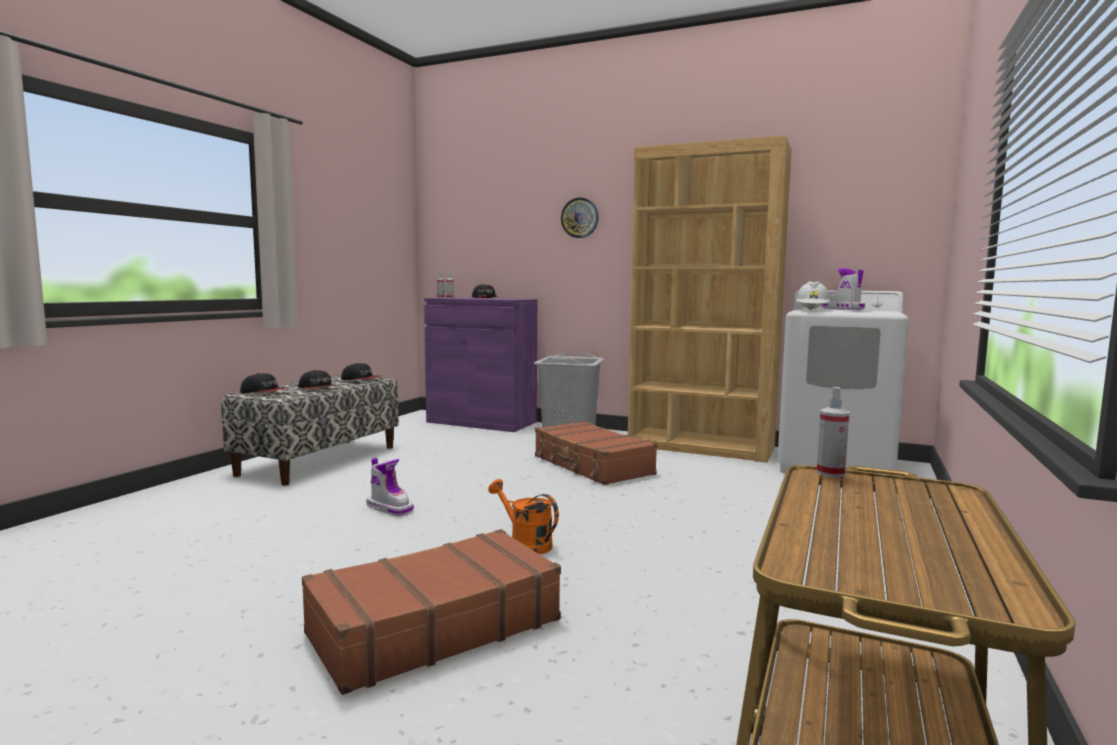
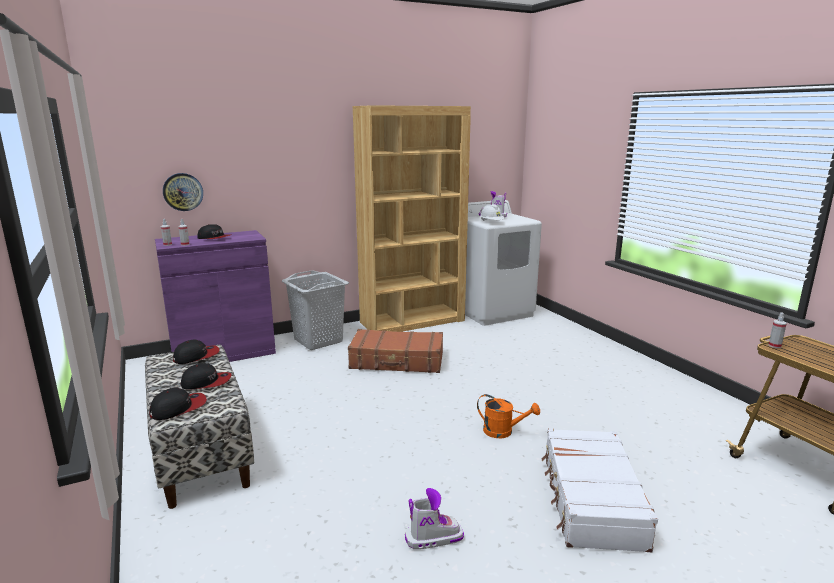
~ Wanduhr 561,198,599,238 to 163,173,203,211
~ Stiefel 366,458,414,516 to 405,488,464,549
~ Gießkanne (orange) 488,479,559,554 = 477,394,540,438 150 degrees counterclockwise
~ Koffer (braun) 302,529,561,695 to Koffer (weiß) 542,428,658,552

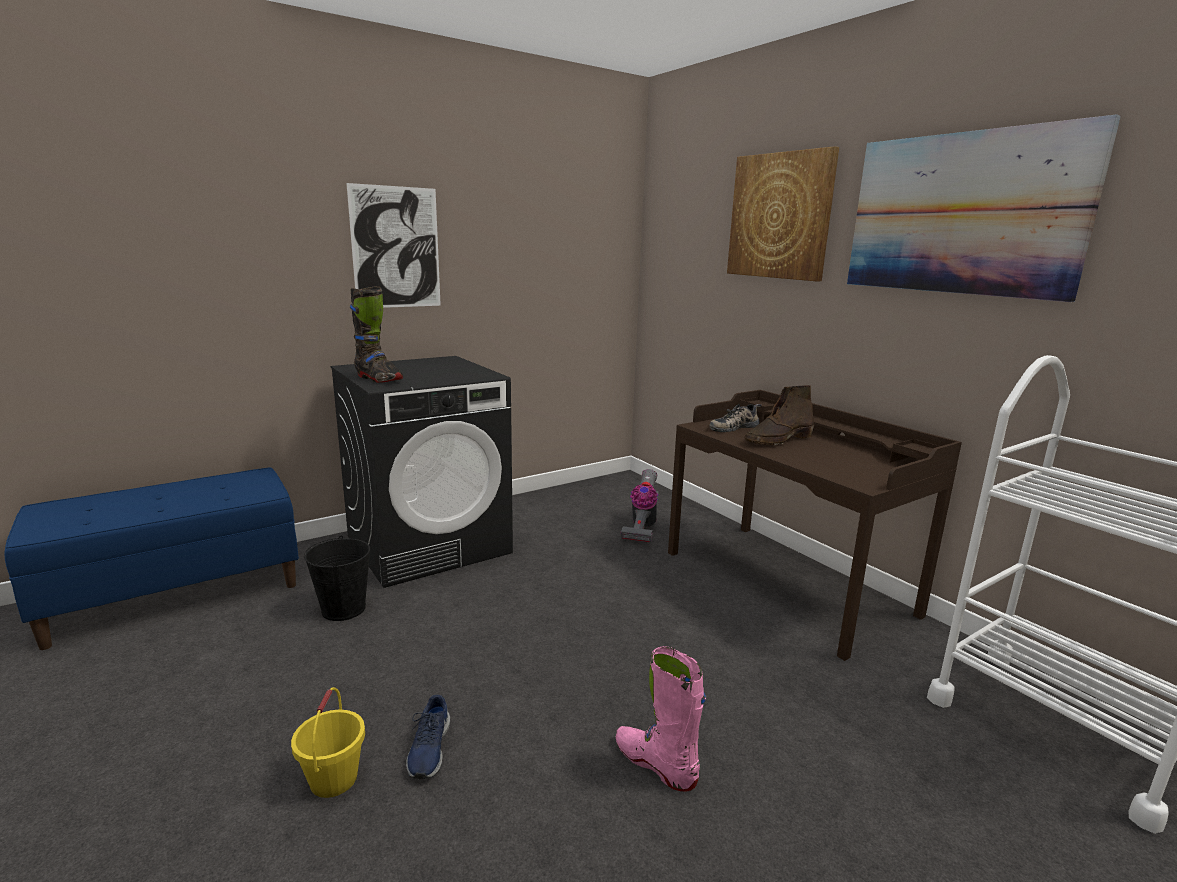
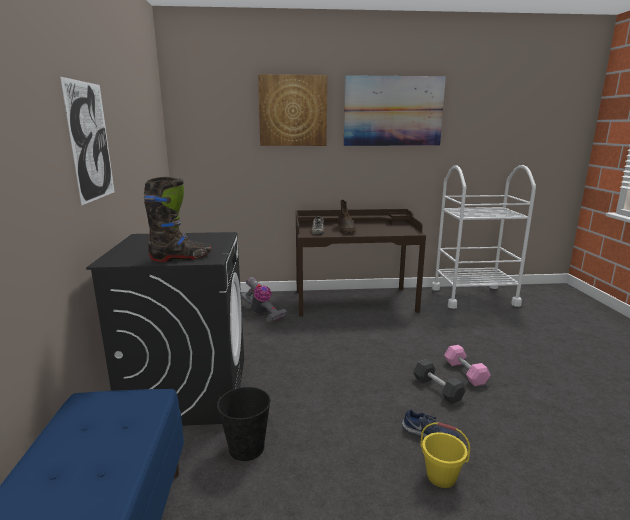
+ Hantel (grau) 413,359,466,404
~ Stiefel (rosa) 616,646,706,792 to Hantel (rosa) 444,345,491,386

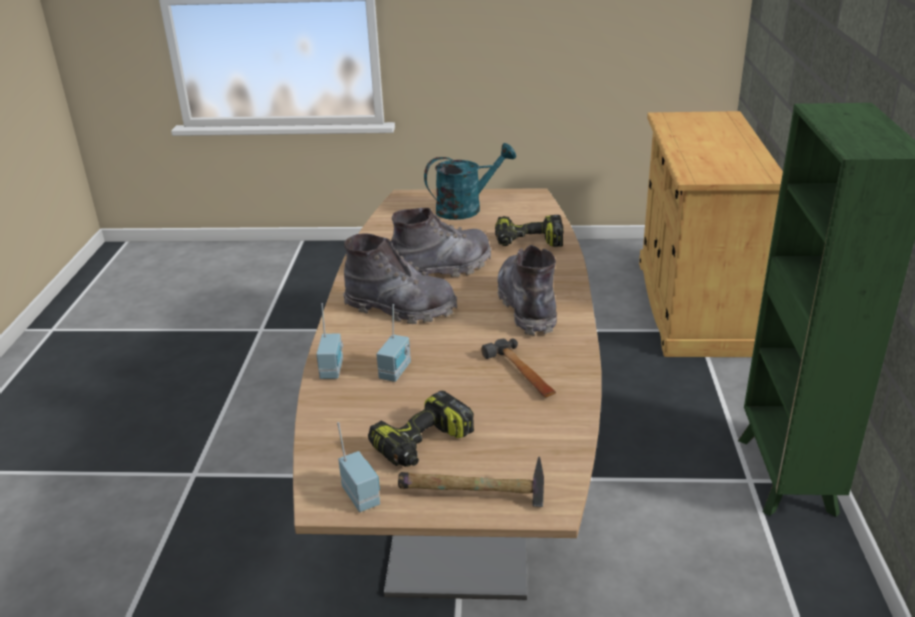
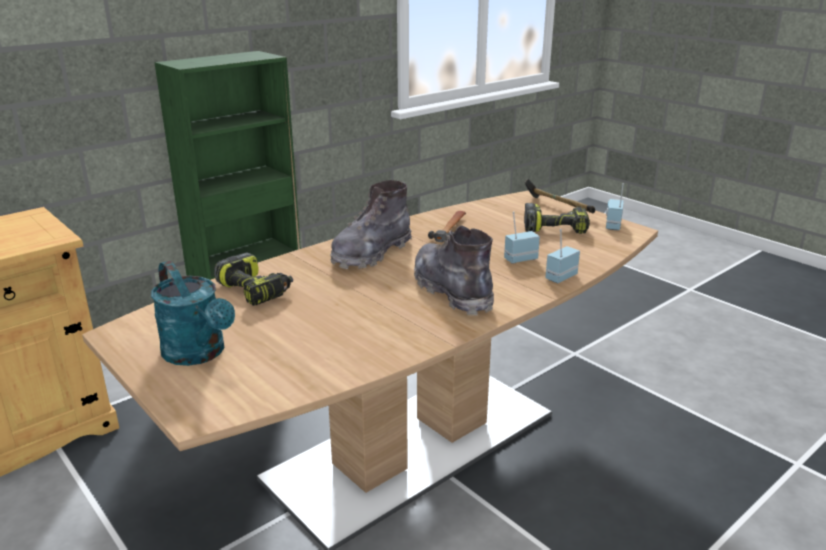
~ Gießkanne (türkis) 424,143,516,220 = 151,261,235,366 150 degrees counterclockwise
- Stiefel (grau) 391,208,491,277

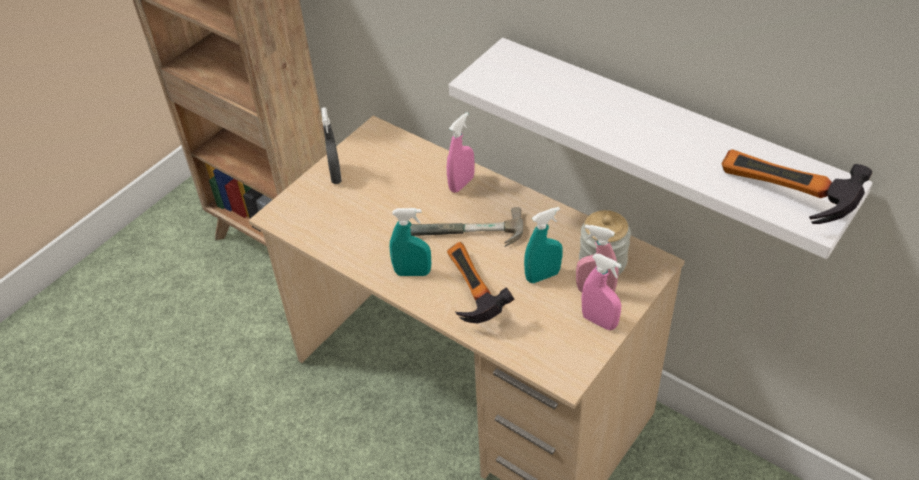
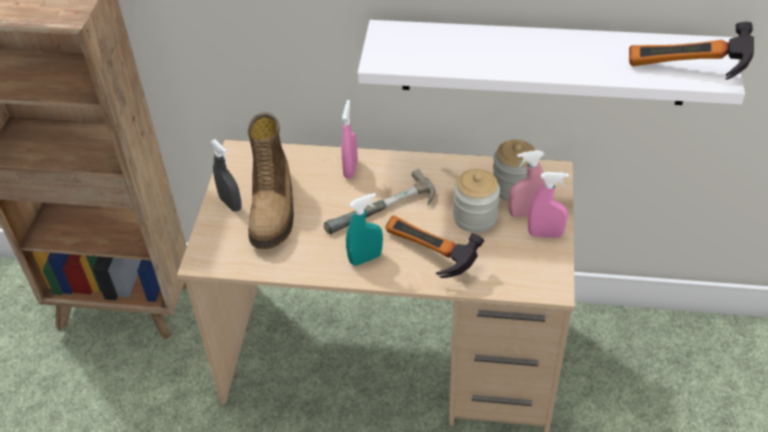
+ Stiefel 248,112,294,249
~ Sprühflasche (türkis) 524,207,563,283 to Vorratsglas 453,169,500,233

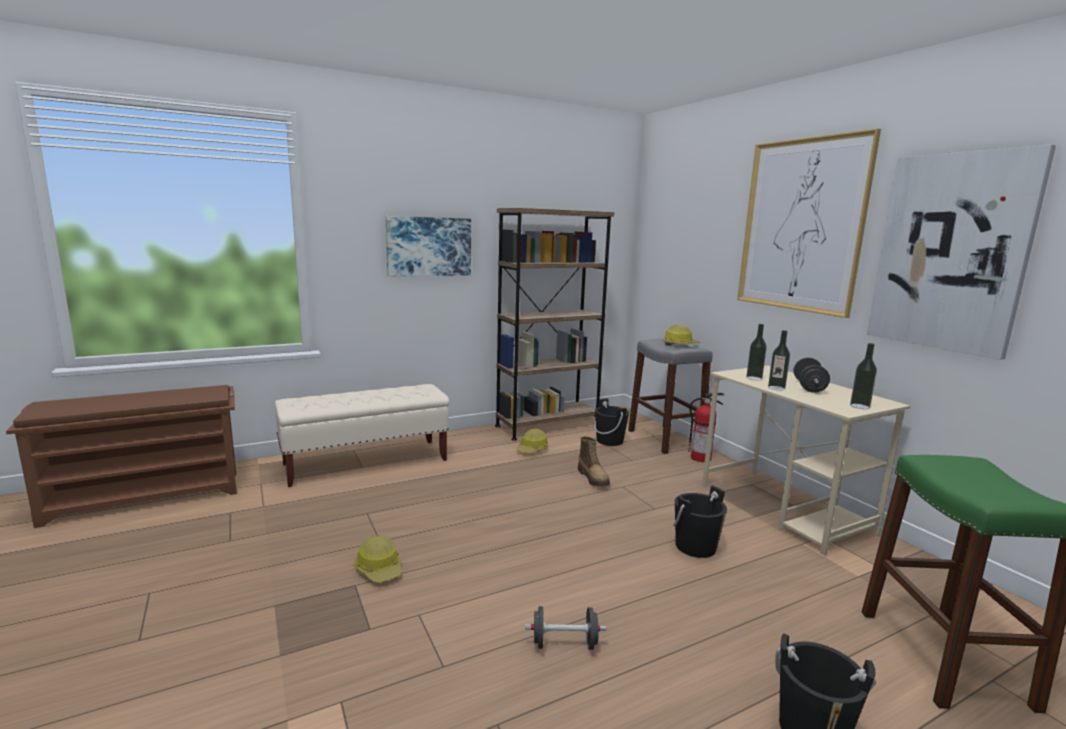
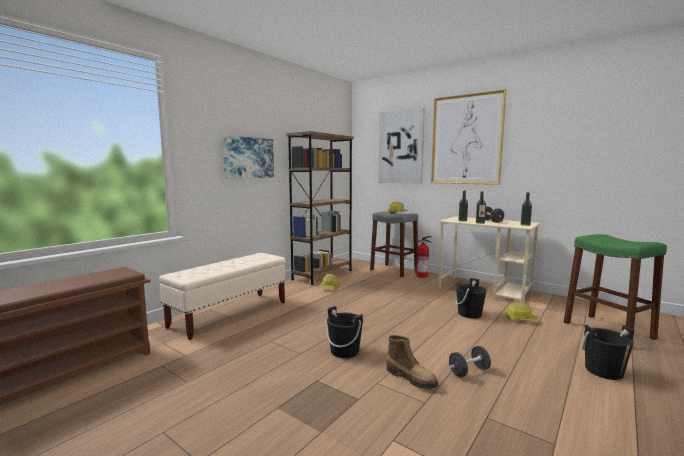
~ Eimer (schwarz) 594,398,629,446 to 327,306,363,358
~ Bild 867,144,1056,360 to 378,108,425,184
~ Stiefel 578,436,610,487 to 386,335,438,389
~ Schutzhelm 354,535,402,583 to 505,302,540,322

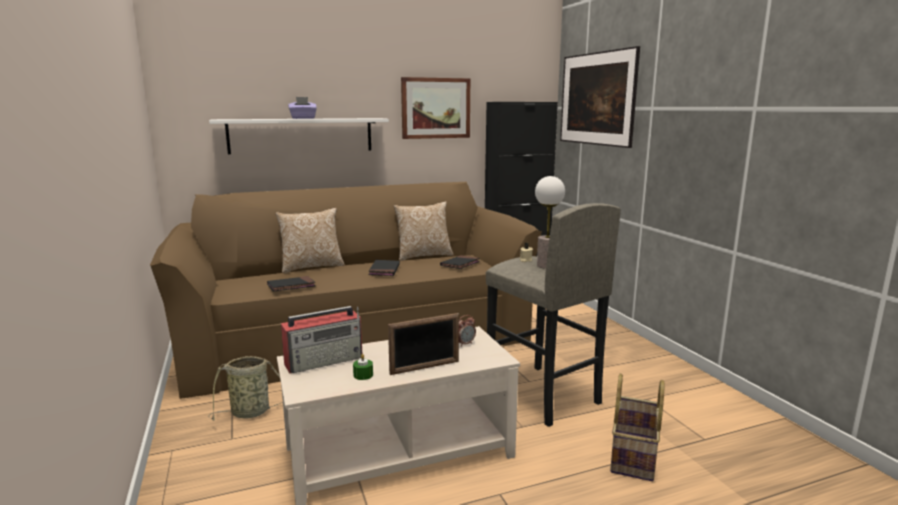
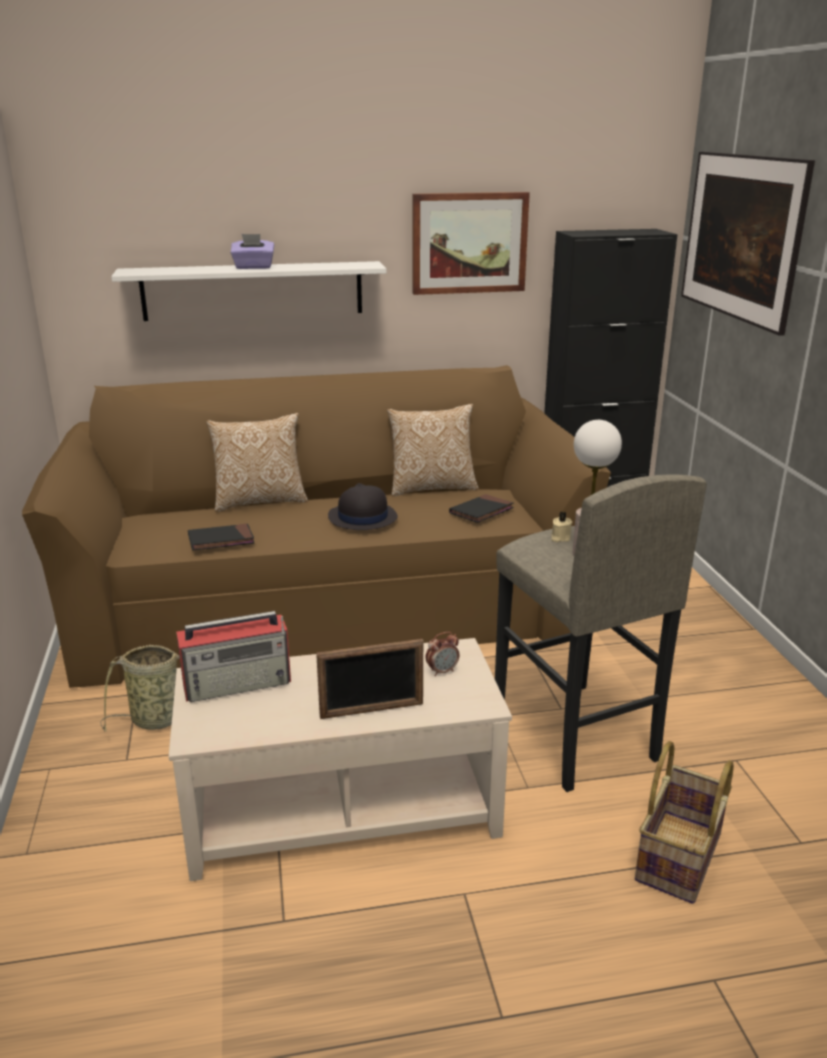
~ Buch (schwarz) 368,260,400,276 to Hut (schwarz) 328,483,398,530
- Kerze (grün) 353,354,373,380

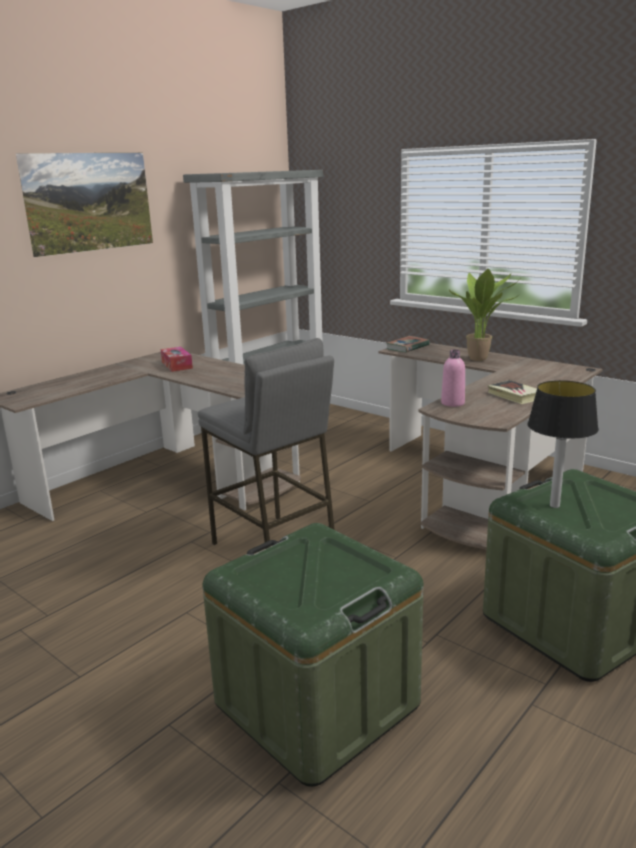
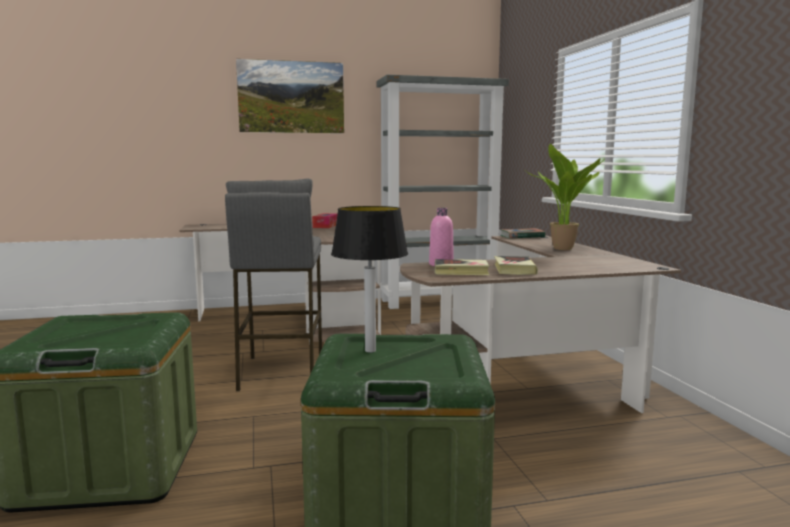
+ Buch 435,259,489,275

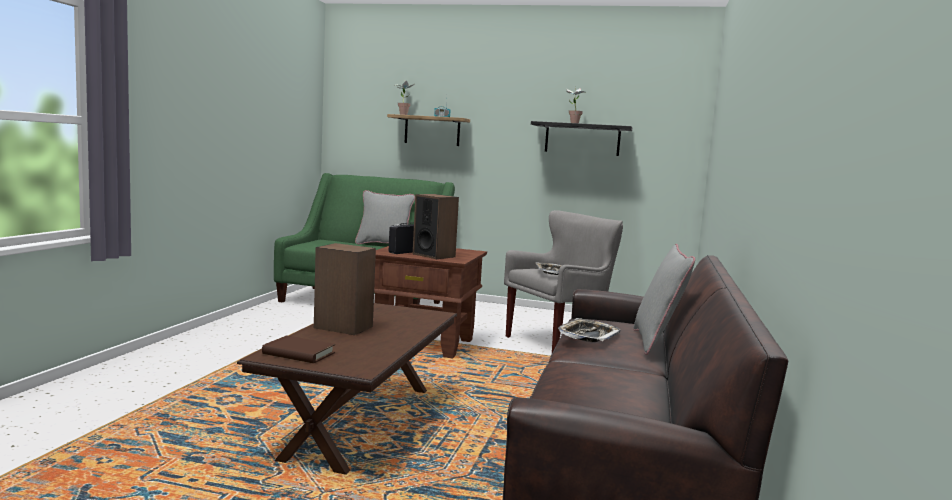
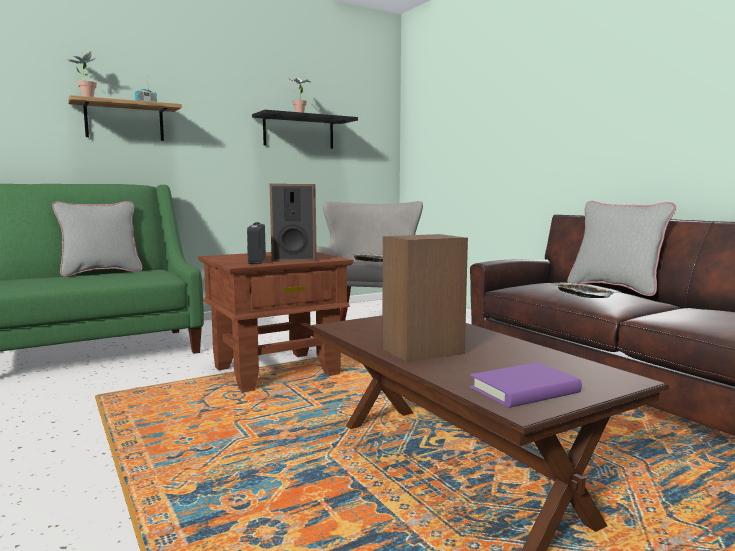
~ Buch (braun) 262,335,335,363 to Buch (lila) 470,362,582,408

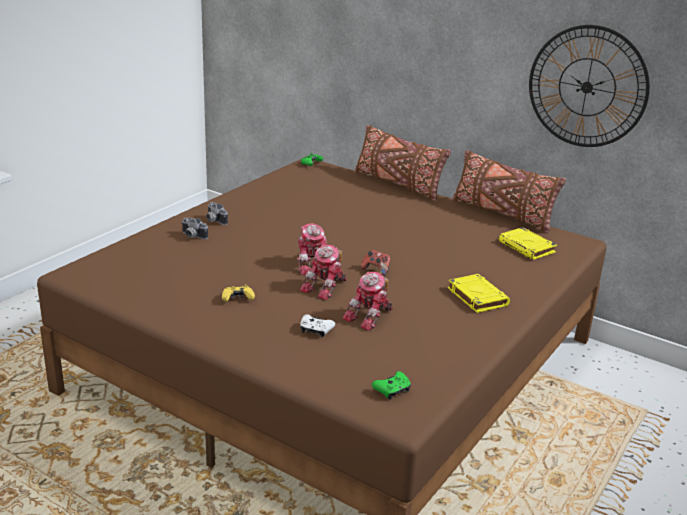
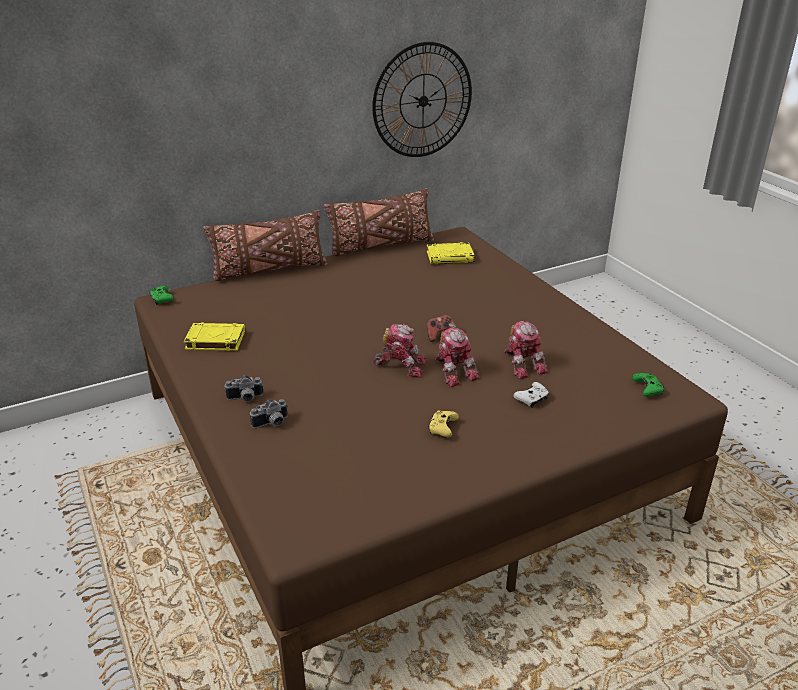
~ Buch (gelb) 448,274,510,313 to 184,323,245,351

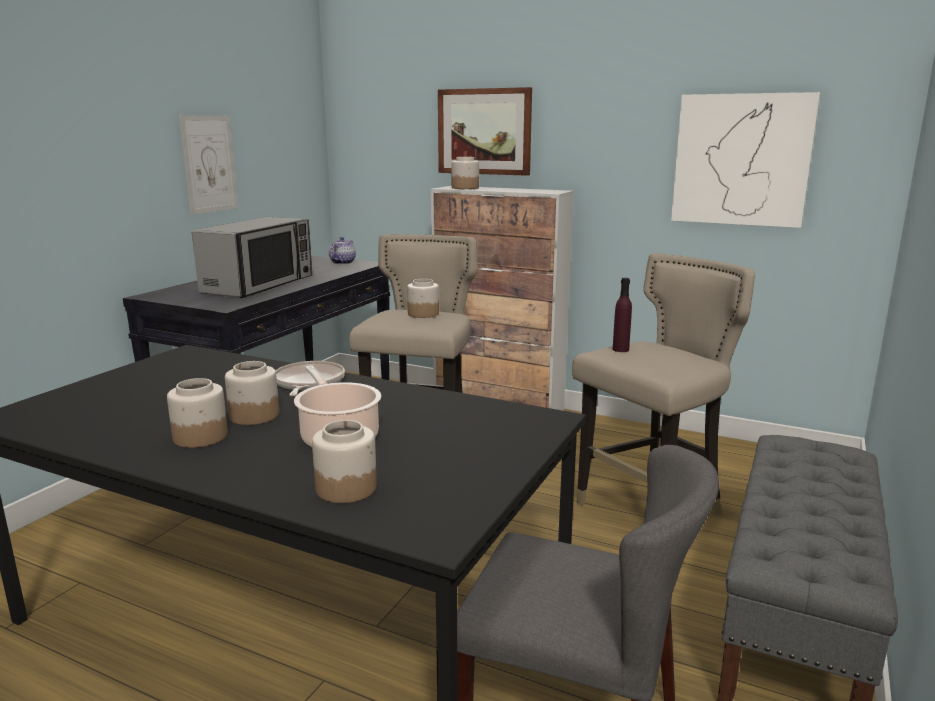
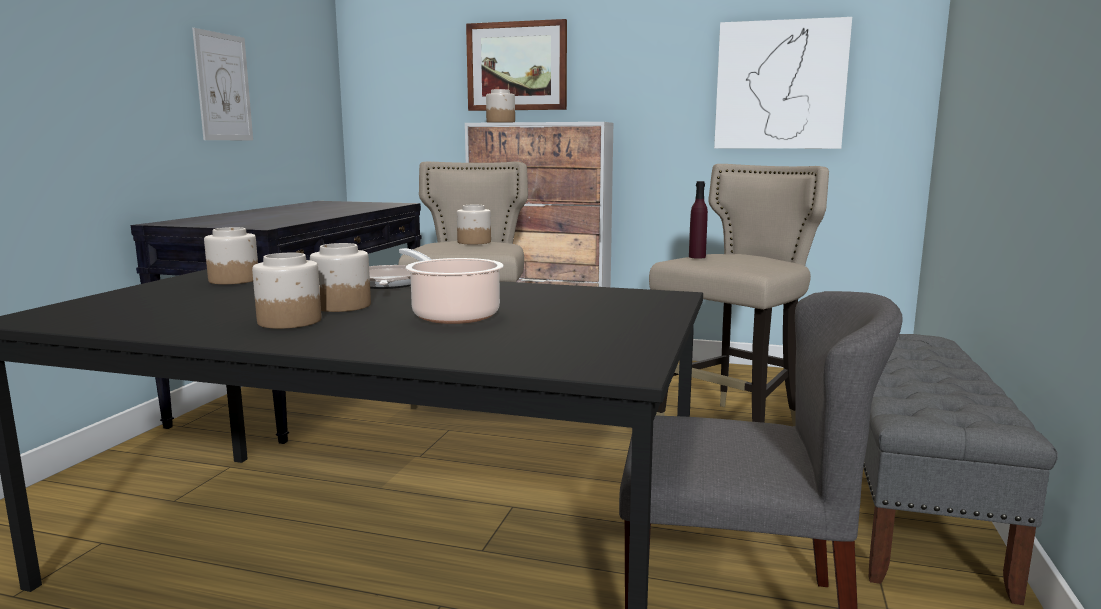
~ Vorratsglas 312,420,377,503 to 204,227,258,284
- Mikrowelle 192,217,312,298
- Teekanne 329,237,356,264

